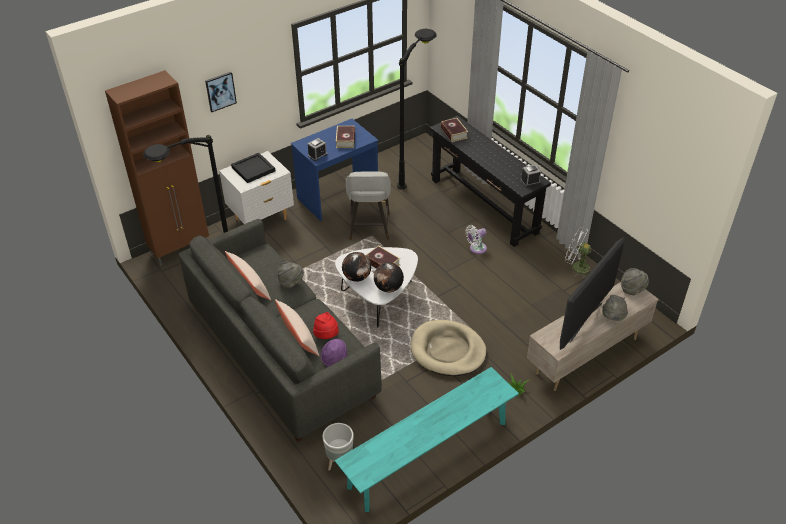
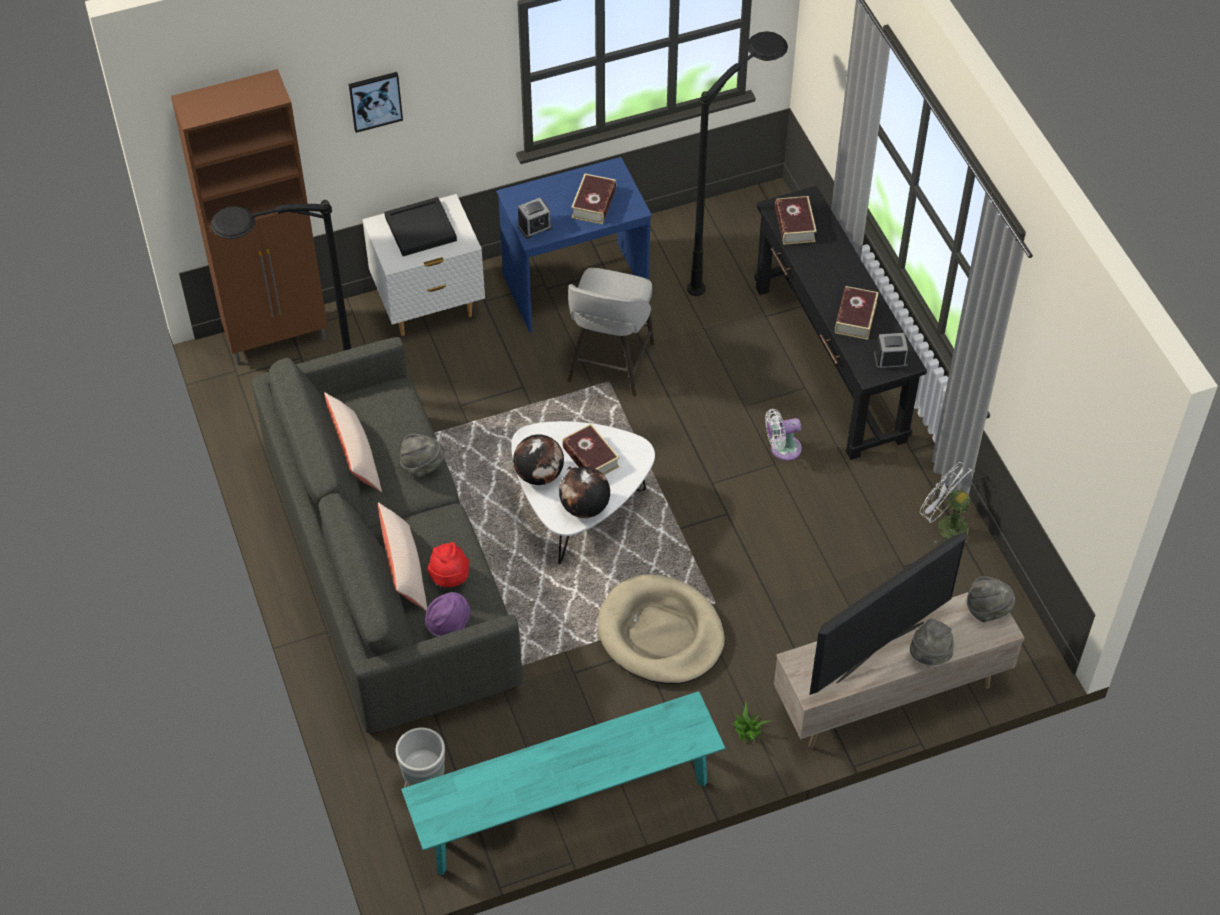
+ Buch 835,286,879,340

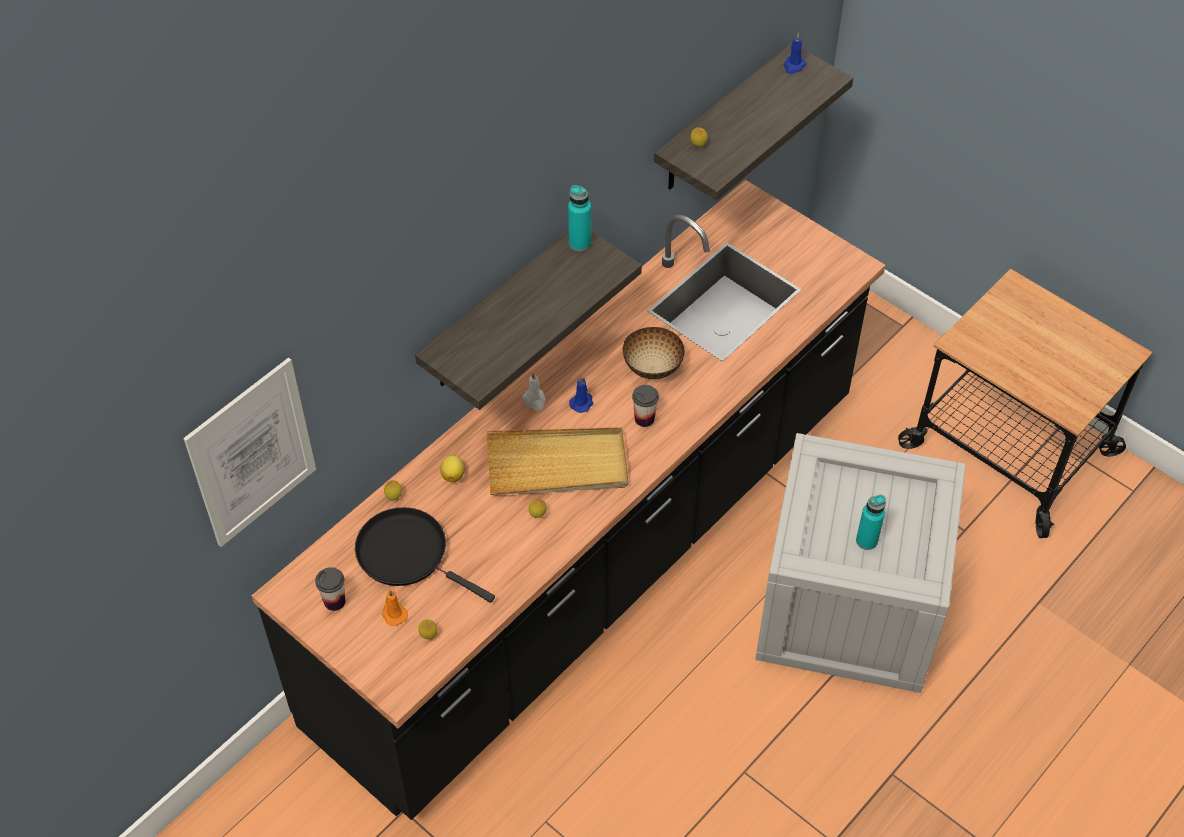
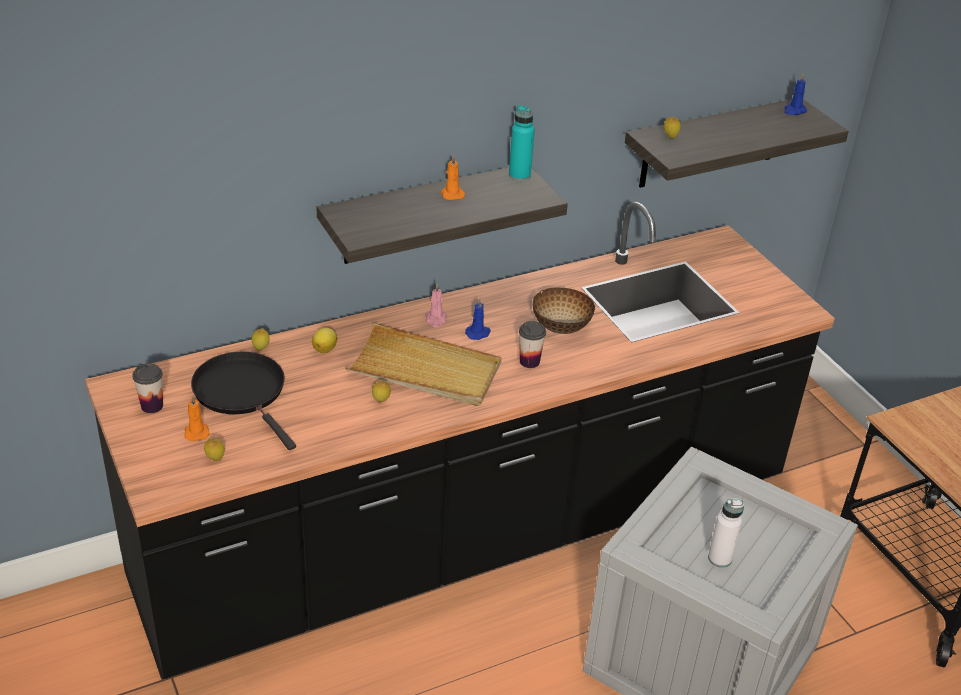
~ Kerze (weiß) 522,372,546,411 to Kerze (rosa) 425,283,447,327
+ Kerze (orange) 441,155,465,200
~ Flasche (türkis) 856,495,886,550 to Flasche (weiß) 708,499,744,568
- Bild 183,357,316,547

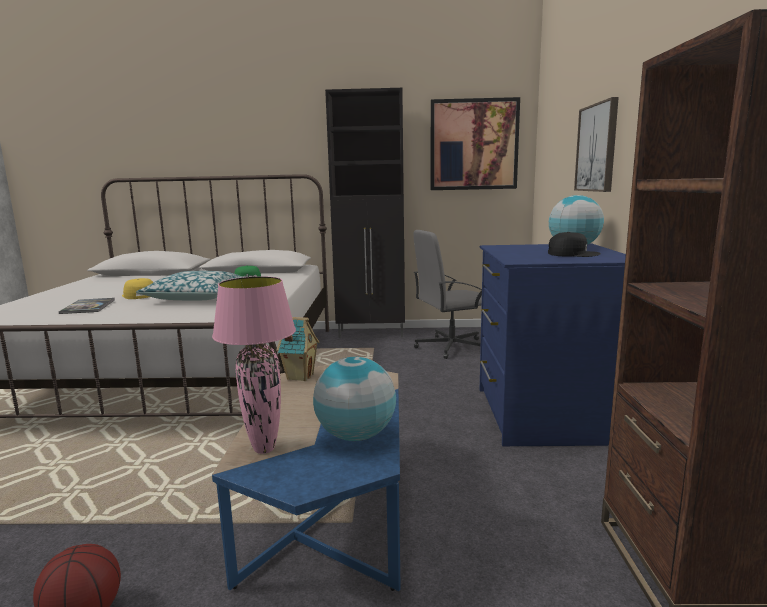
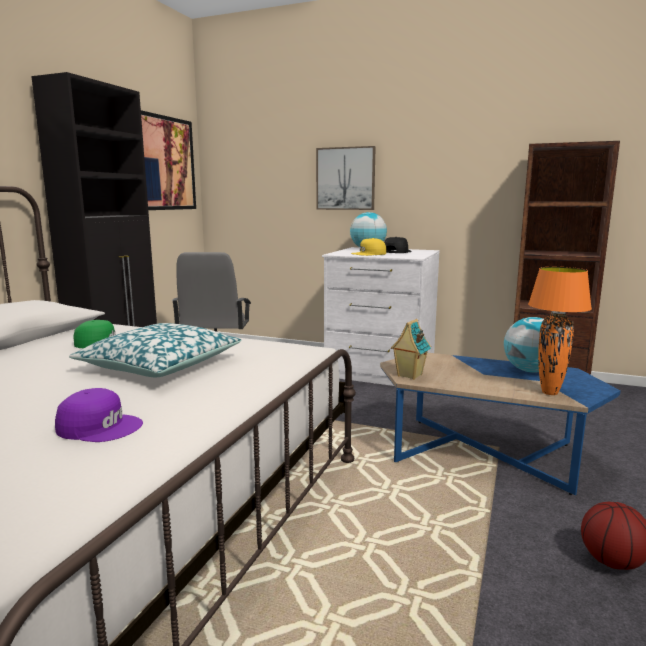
~ Buch 59,298,115,314 to Kappe (lila) 55,388,143,442
~ Kommode (blau) 480,243,626,446 to Kommode (weiß) 322,247,440,386
~ Kappe (gelb) 122,278,153,299 to 351,238,386,256
~ Tischlampe (rosa) 212,276,296,454 to Tischlampe (orange) 528,267,592,395

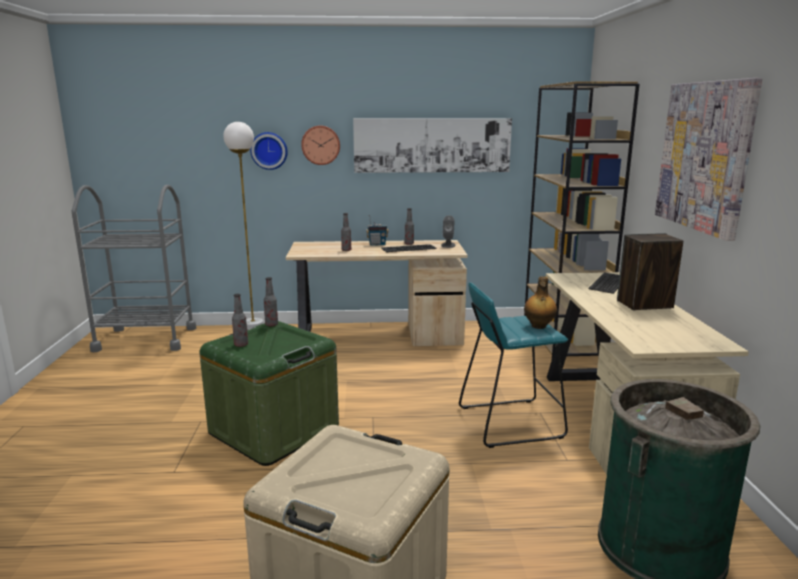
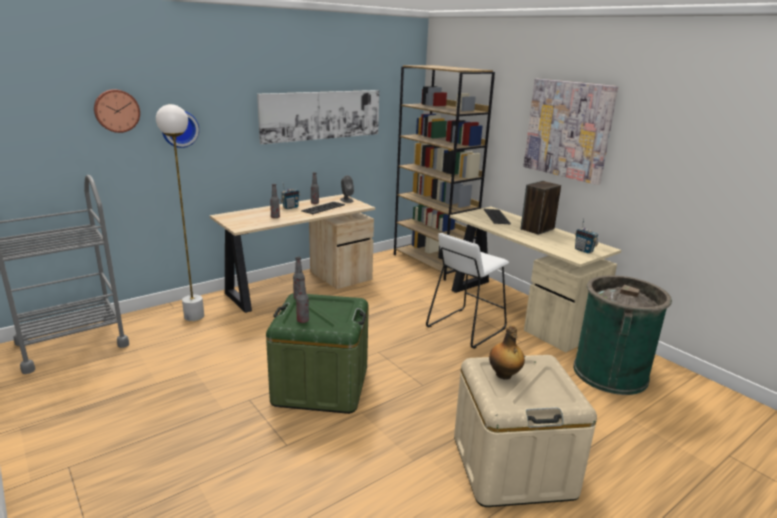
~ Wanduhr 301,126,340,165 to 94,89,140,133
~ Hocker (türkis) 459,282,568,448 to Hocker (weiß) 426,233,509,349
~ Flasche 524,277,557,329 to 489,325,525,380
+ Radio 575,219,598,253

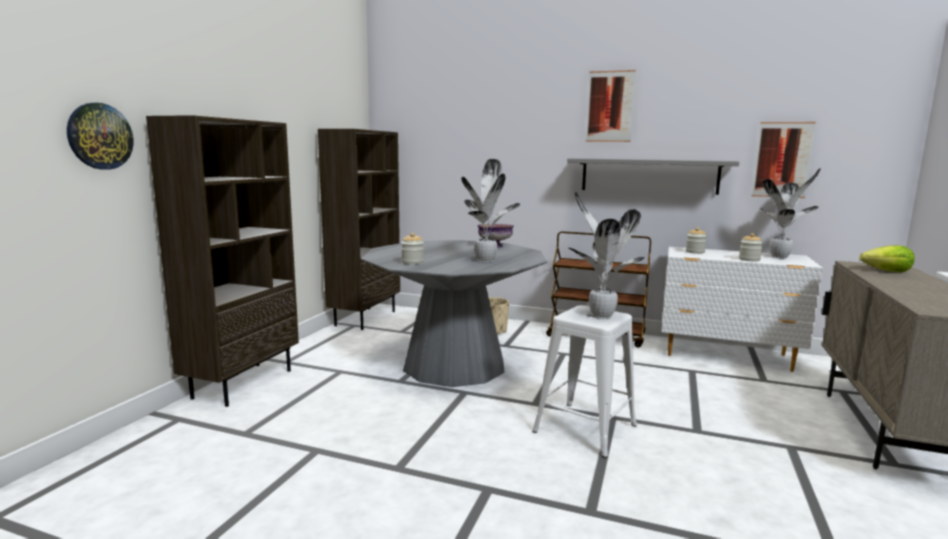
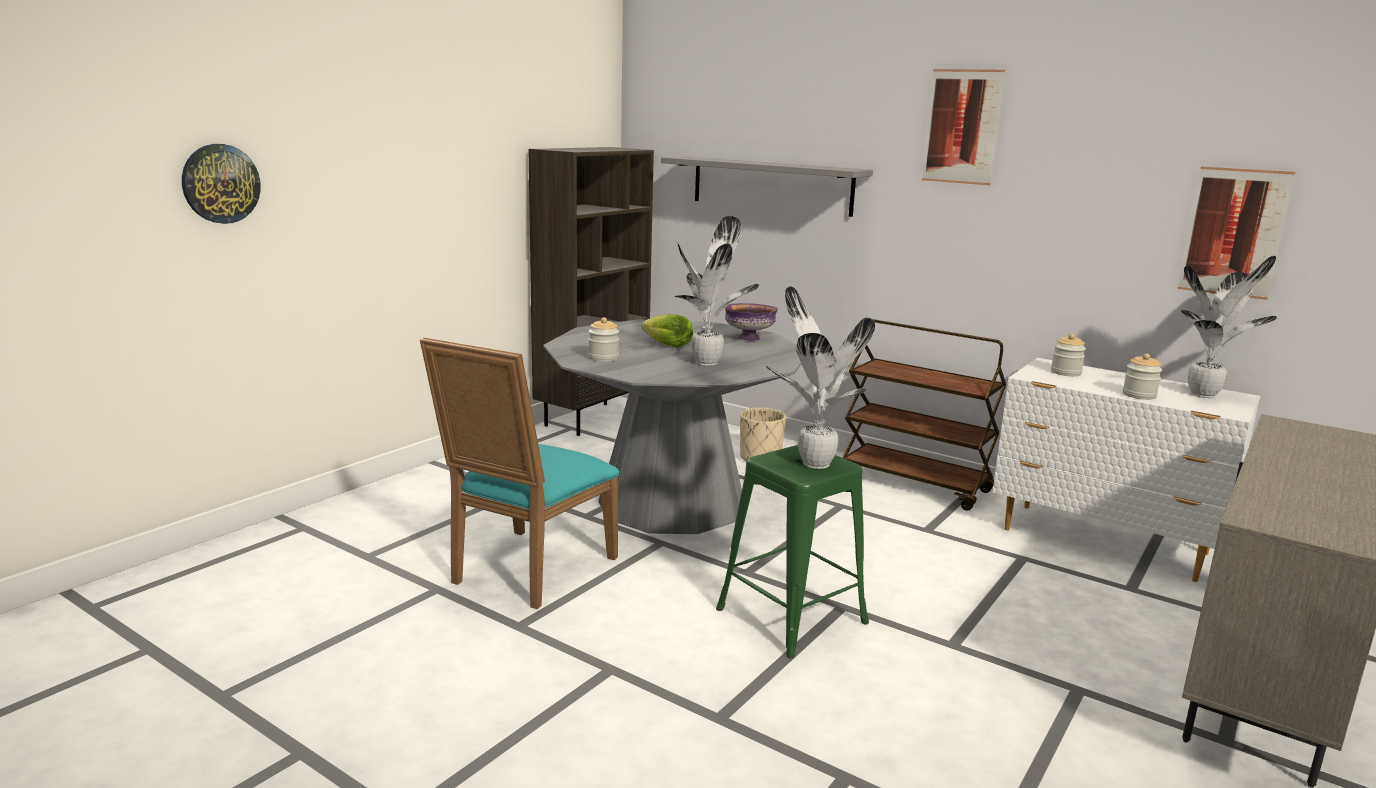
+ Stuhl (türkis) 420,337,619,609
~ Salatkopf 860,246,915,272 to 641,314,693,347
~ Wandregal (grau) 567,158,739,195 to 661,156,873,217
~ Hocker (weiß) 532,305,637,458 to Hocker (grün) 716,445,869,658
- Bücherregal (braun) 146,115,299,407

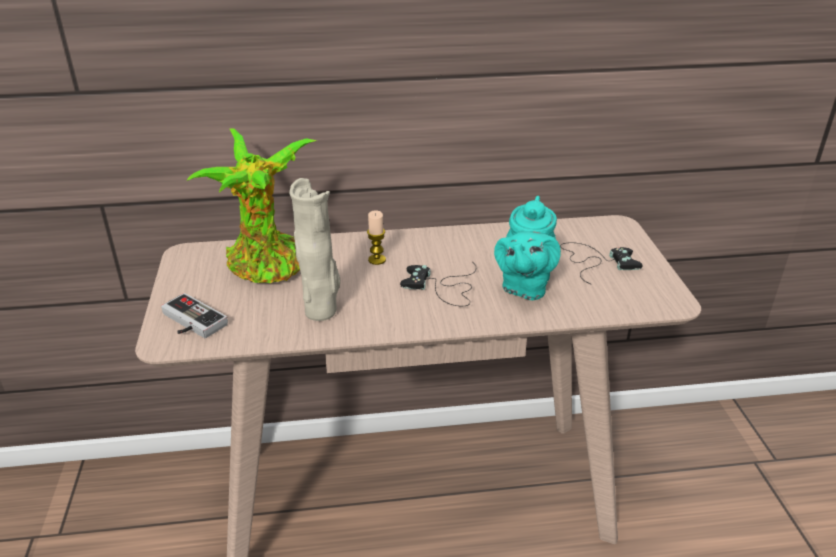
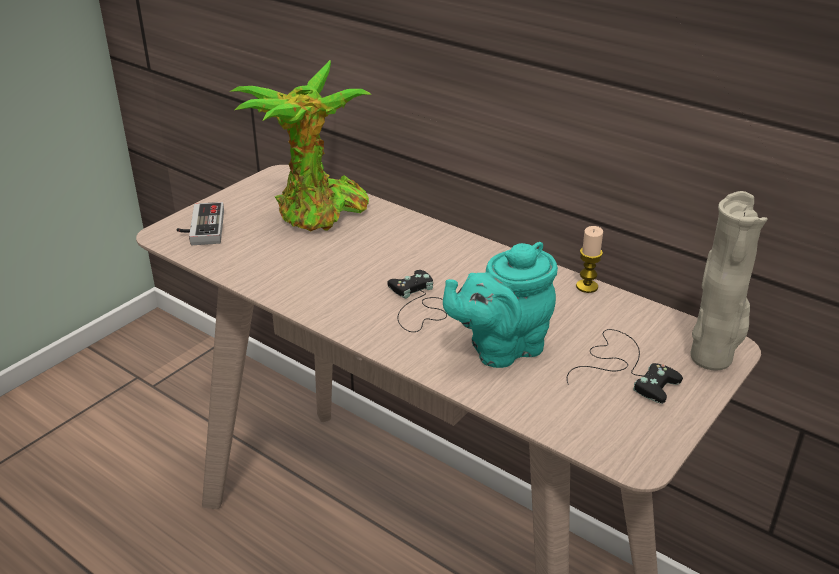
~ Kerze 367,210,386,265 to 576,226,603,293
~ Vase (beige) 289,178,340,321 to 690,191,768,370

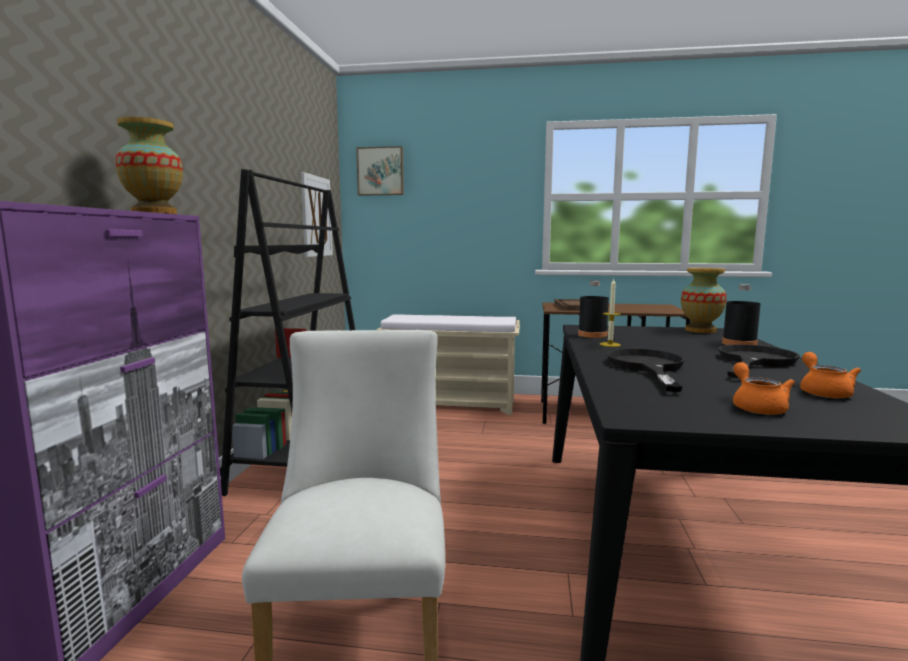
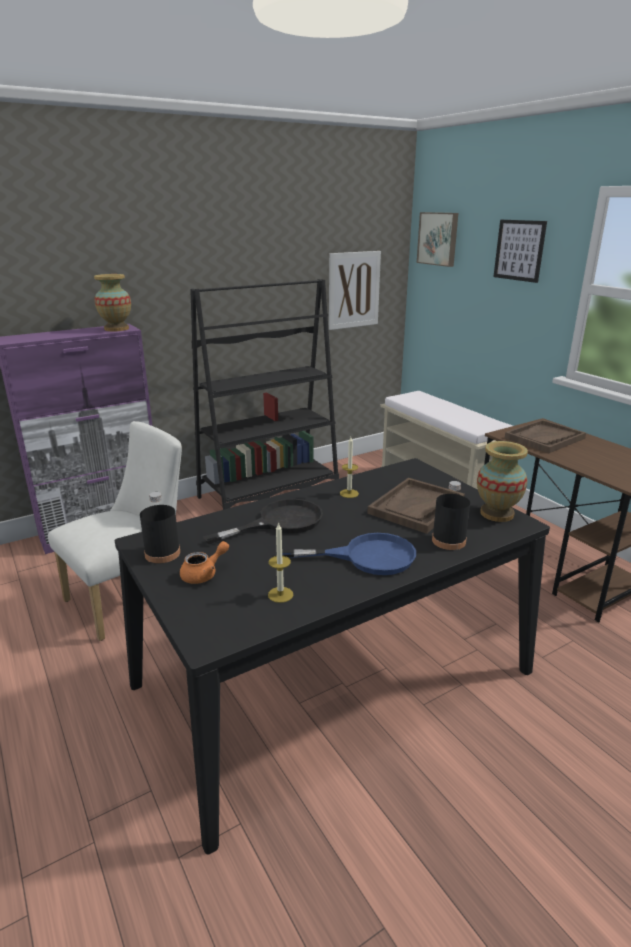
~ Flasche (schwarz) 578,281,609,338 to 140,492,180,563
~ Teekanne (orange) 800,352,861,398 to Kerze 268,522,293,603
~ Pfanne (schwarz) 718,344,800,378 to Pfanne (blau) 282,533,416,575
+ Tablett (braun) 368,478,465,534
+ Bild 493,220,547,283

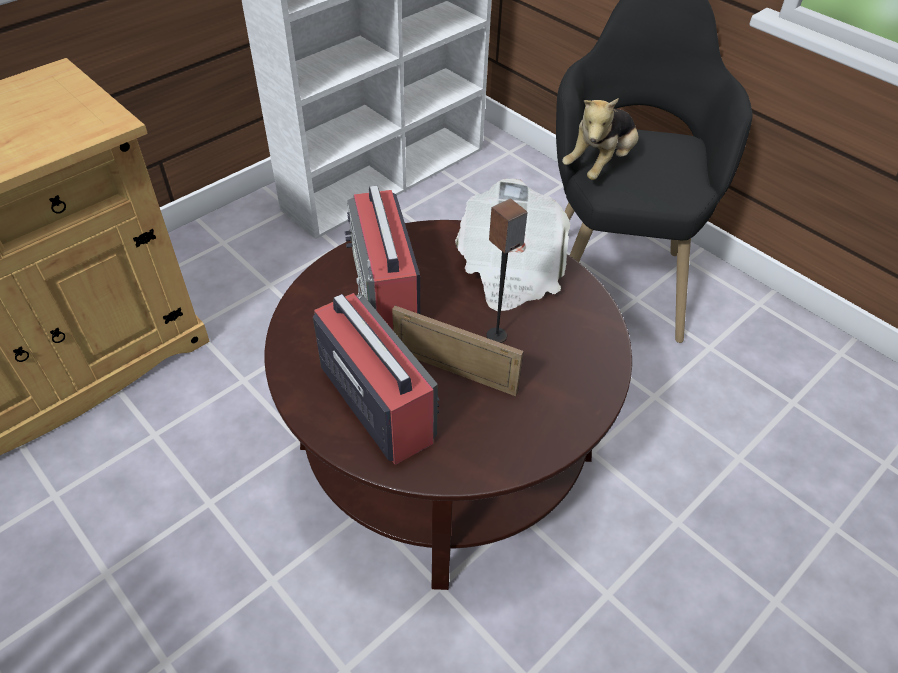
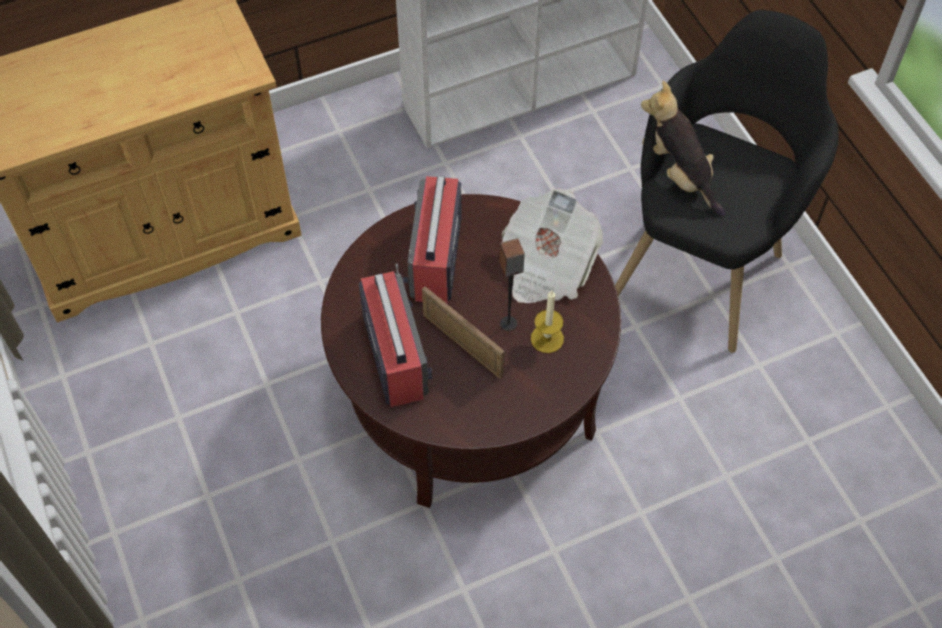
+ Kerze 531,291,564,353
~ Plüschtier 562,98,638,180 = 641,81,725,216 90 degrees clockwise

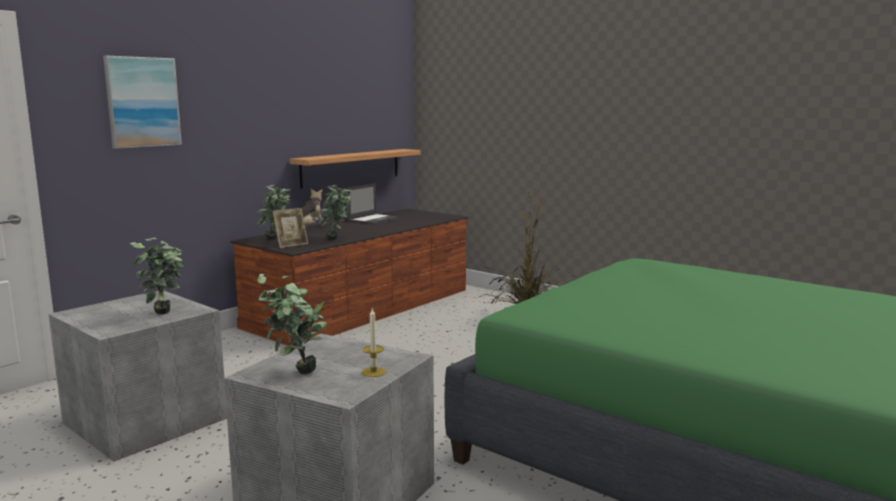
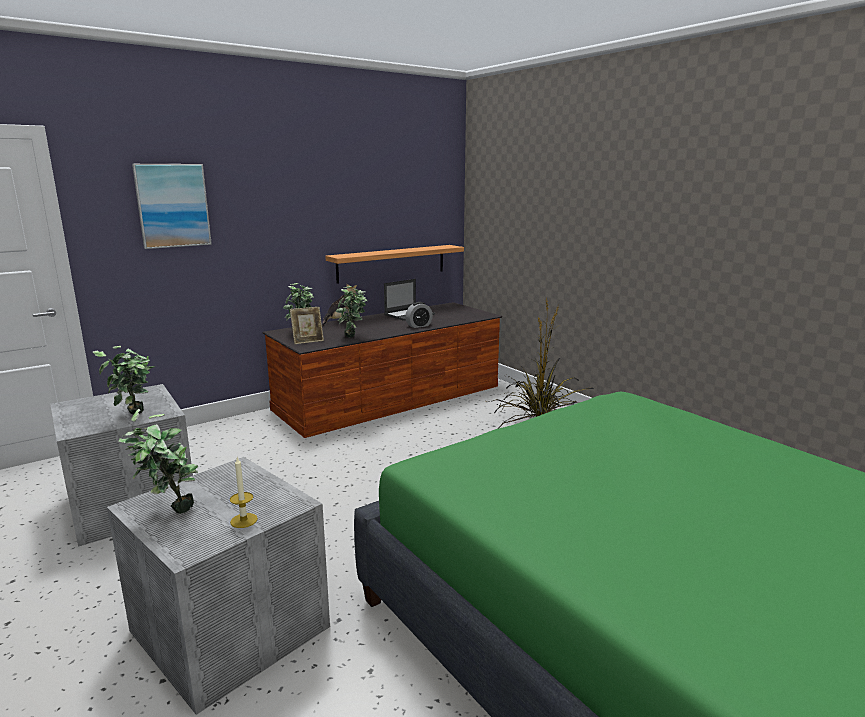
+ Wecker 406,302,433,328

